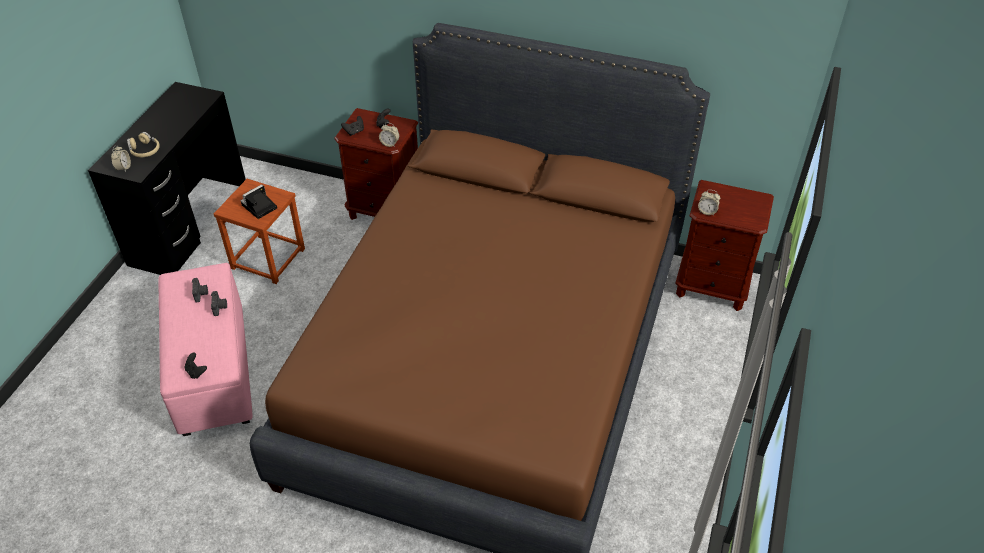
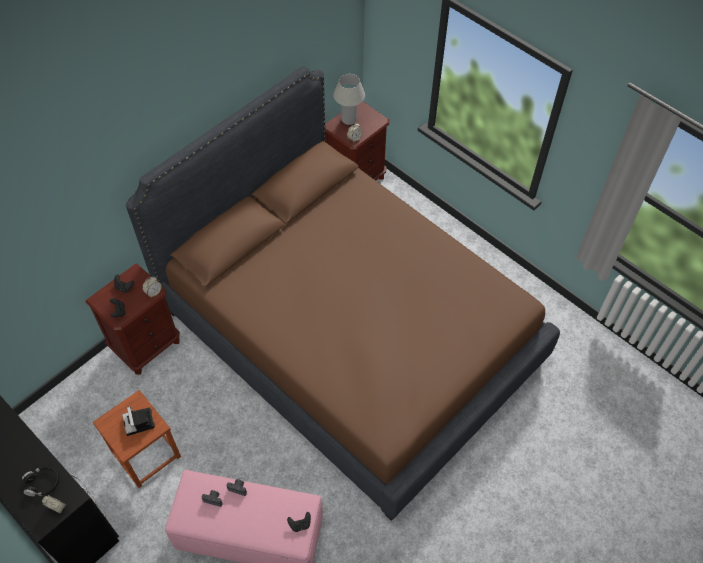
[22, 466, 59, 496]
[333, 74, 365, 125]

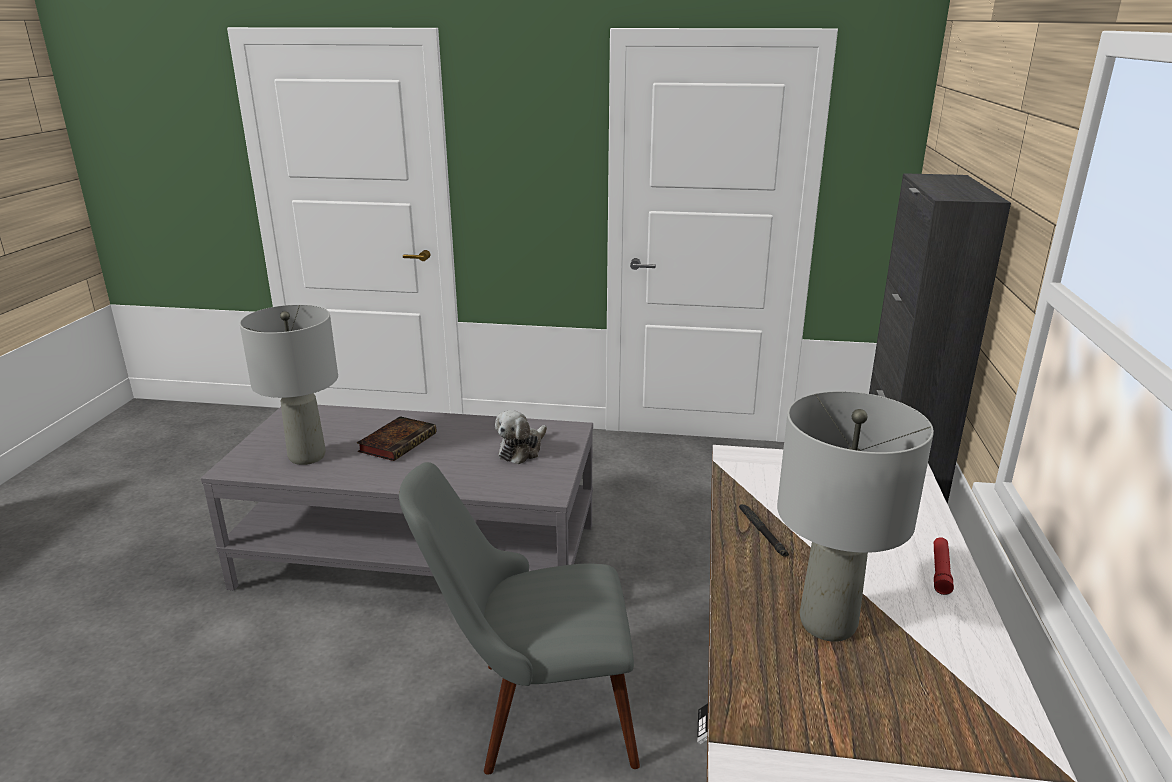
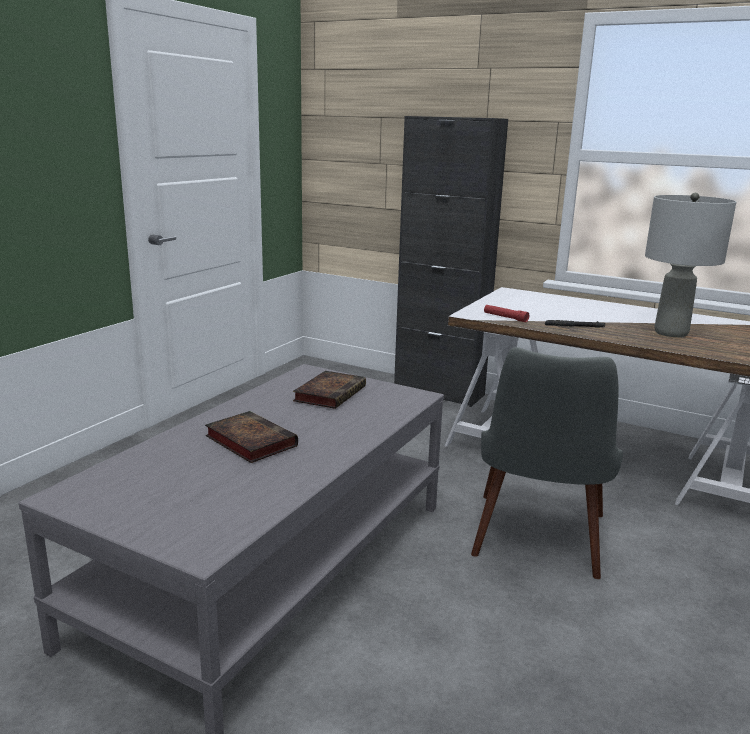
[293, 371, 366, 409]
[484, 305, 529, 322]
[240, 305, 338, 465] (first image)

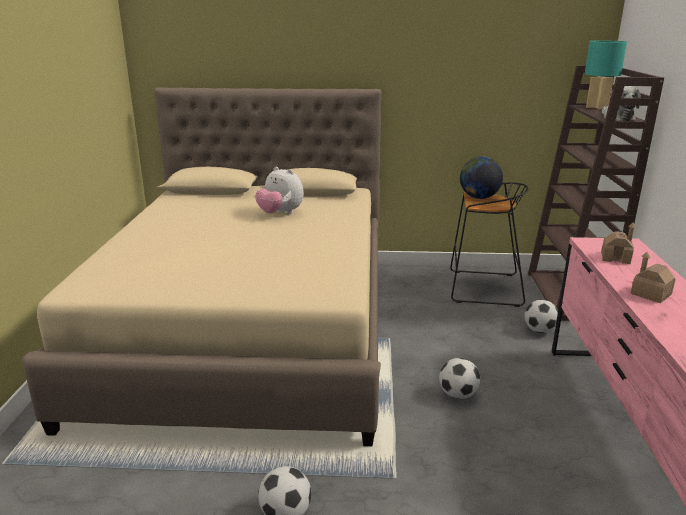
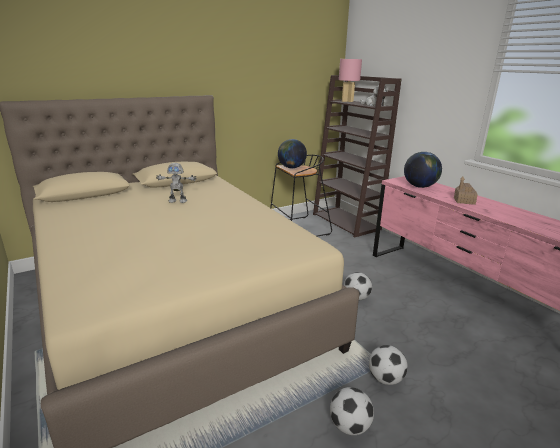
[156, 163, 197, 203]
[339, 59, 362, 102]
[369, 345, 408, 385]
[404, 152, 442, 188]

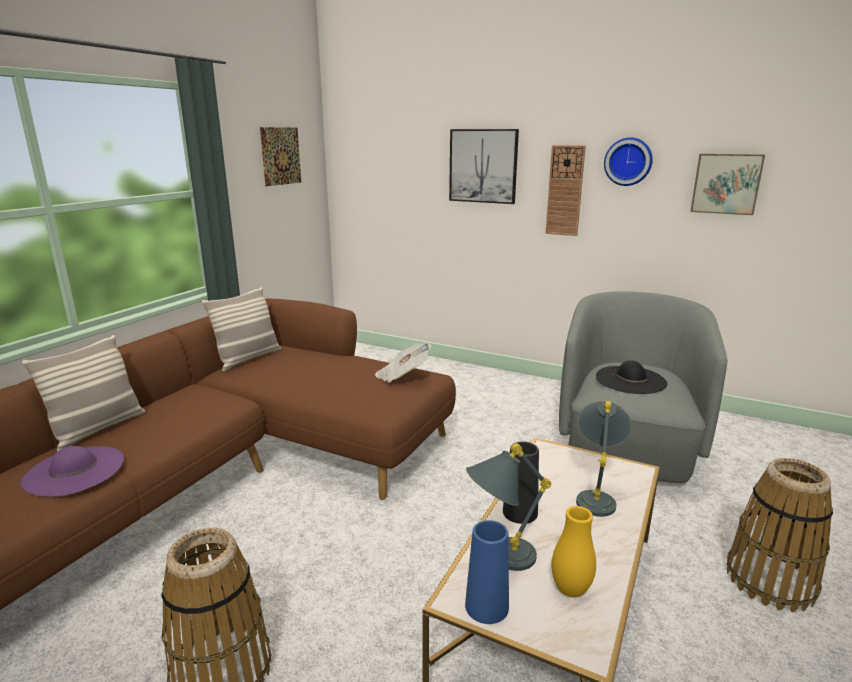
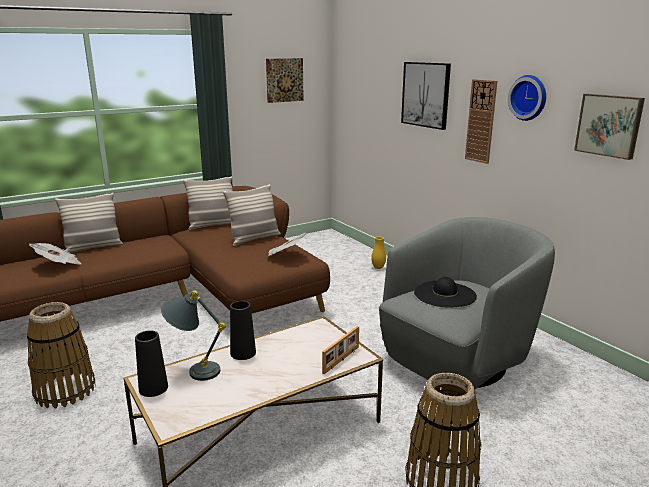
[29, 243, 81, 264]
[135, 330, 168, 397]
[223, 184, 281, 246]
[322, 326, 359, 374]
[371, 237, 386, 269]
[576, 401, 631, 517] (first image)

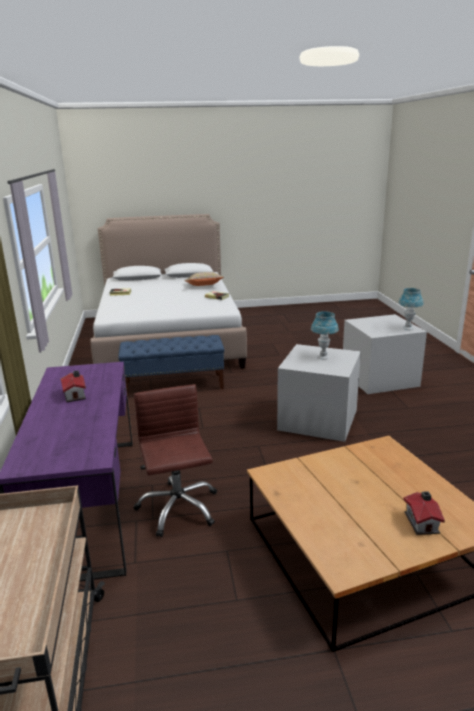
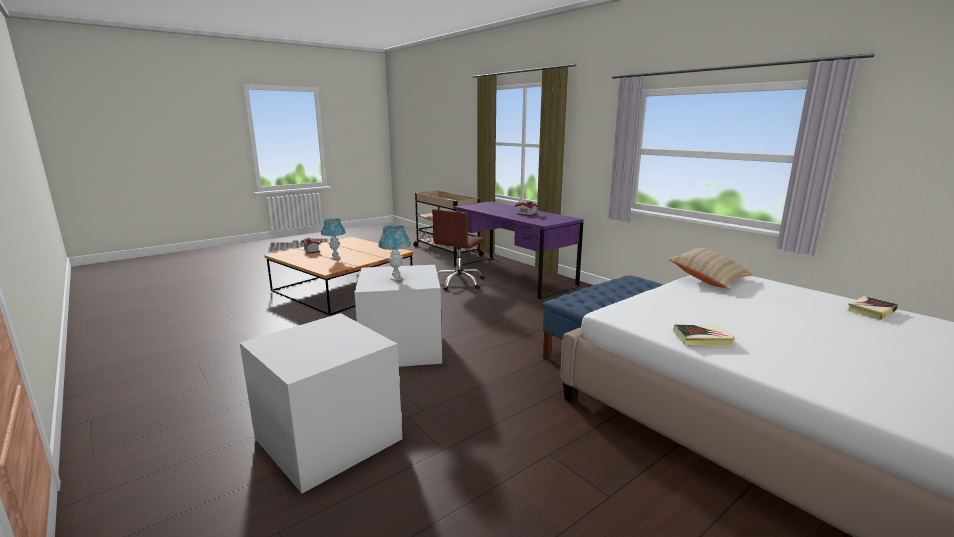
[321, 218, 346, 259]
[432, 209, 485, 291]
[668, 248, 752, 289]

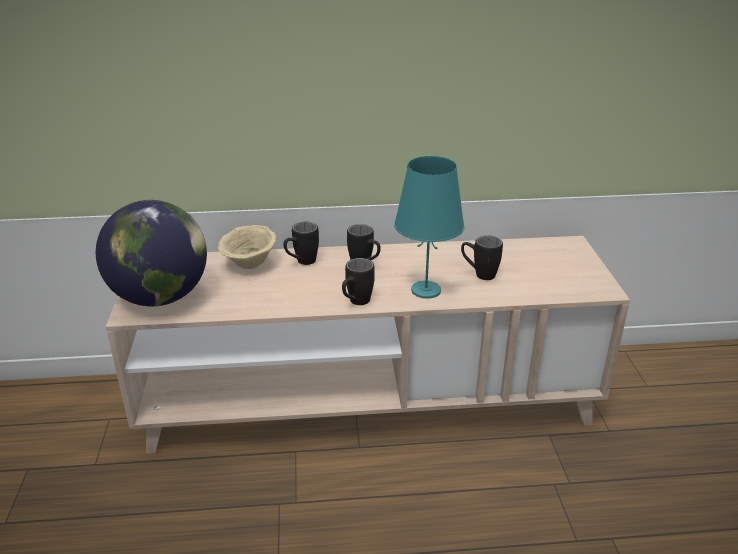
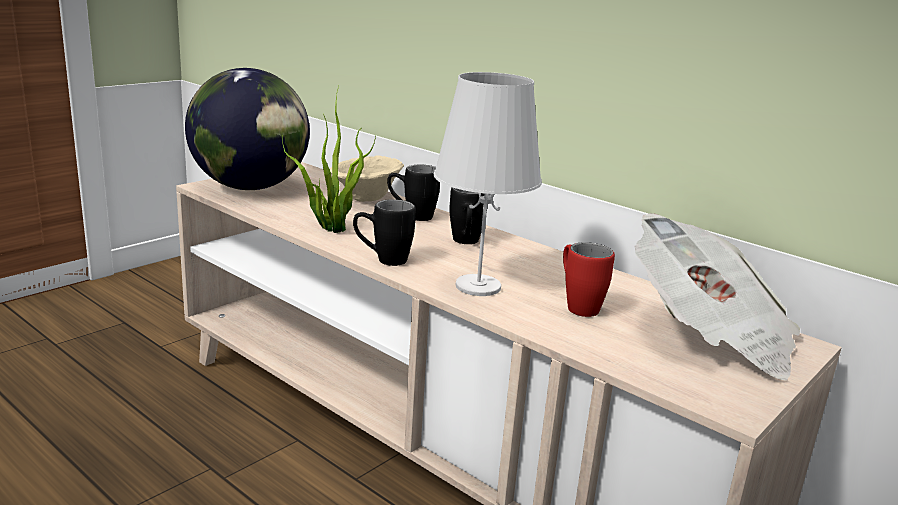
[282, 86, 376, 233]
[434, 72, 542, 296]
[563, 242, 615, 317]
[634, 213, 800, 381]

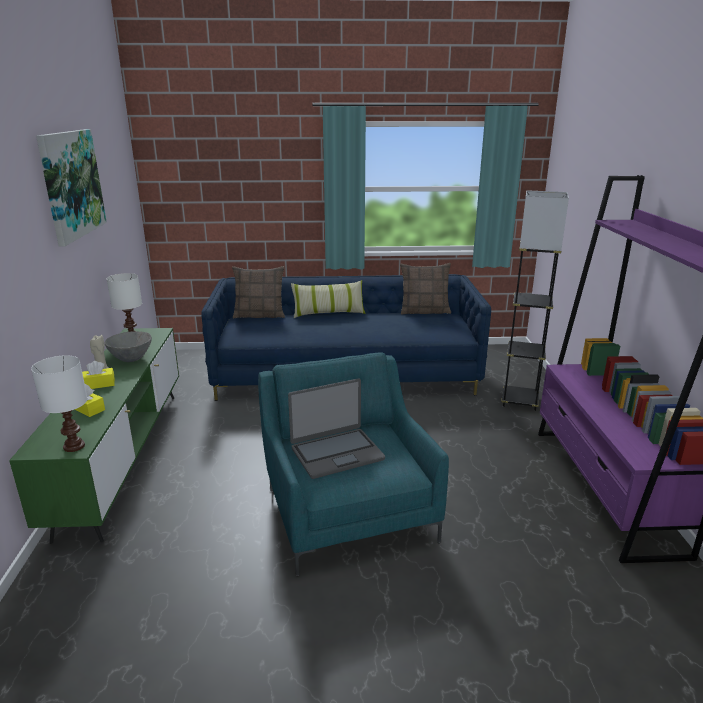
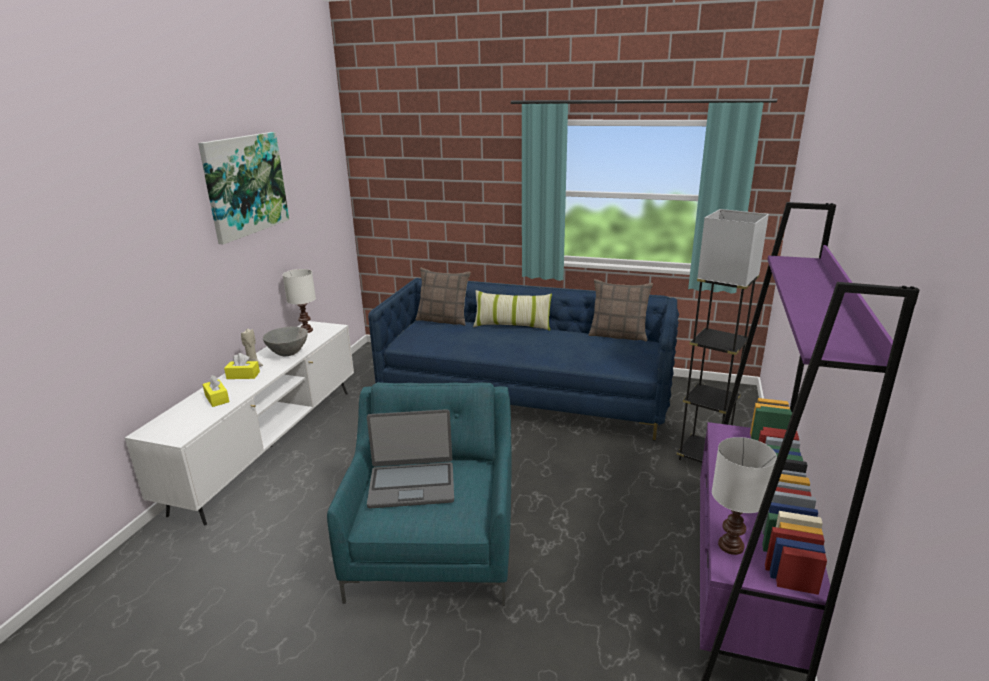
[125, 321, 354, 526]
[712, 437, 777, 555]

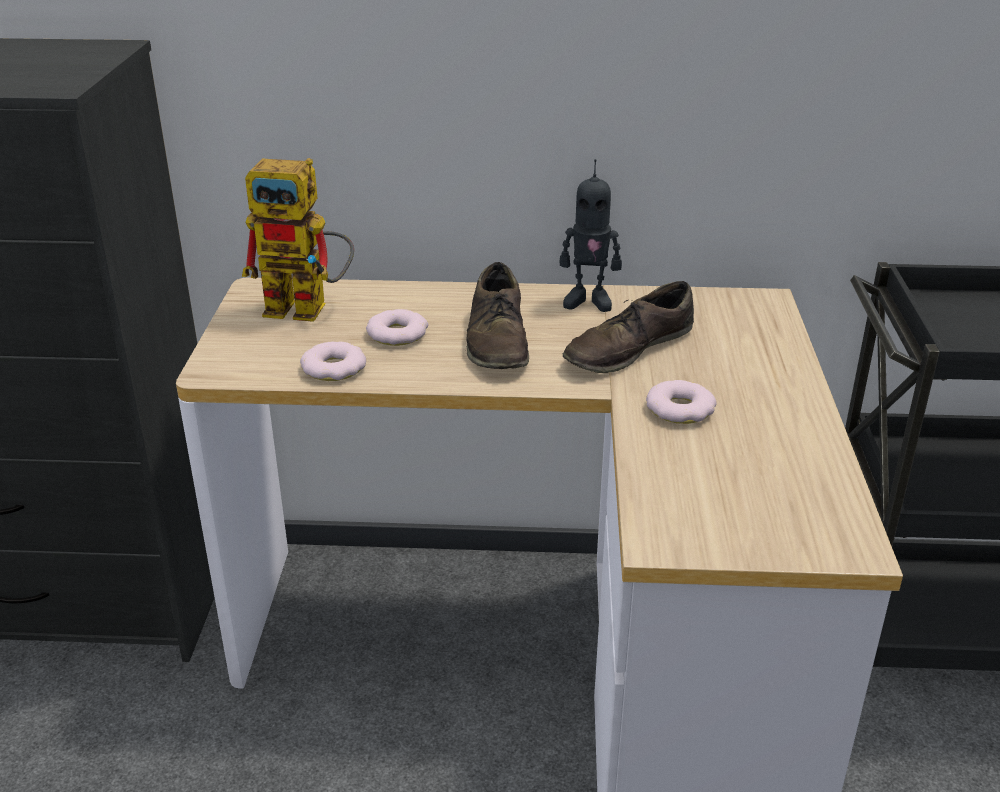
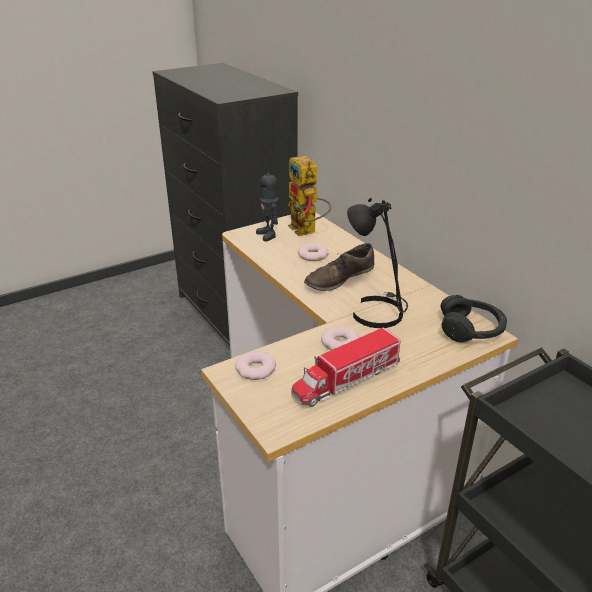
[235, 351, 276, 380]
[256, 165, 279, 242]
[291, 328, 400, 407]
[347, 198, 408, 328]
[441, 295, 507, 343]

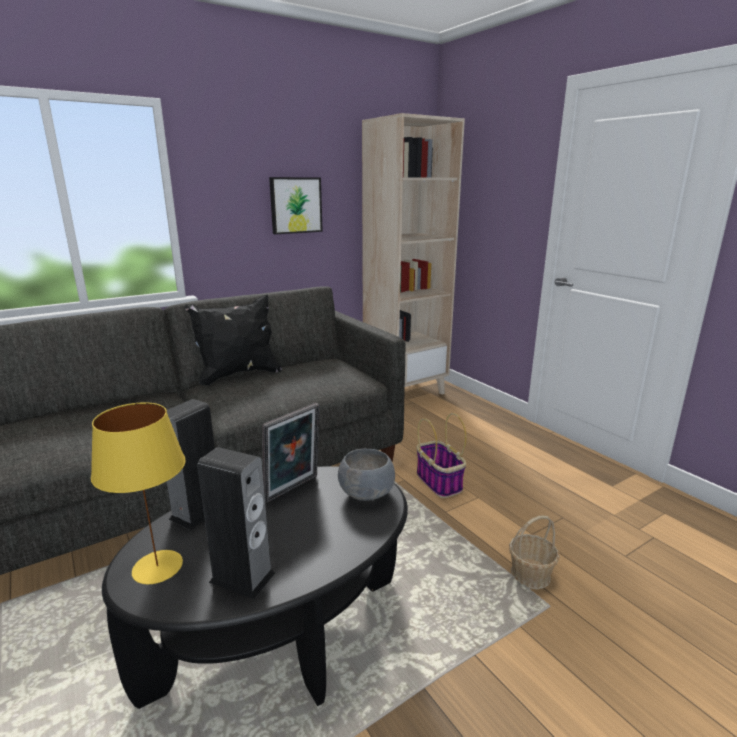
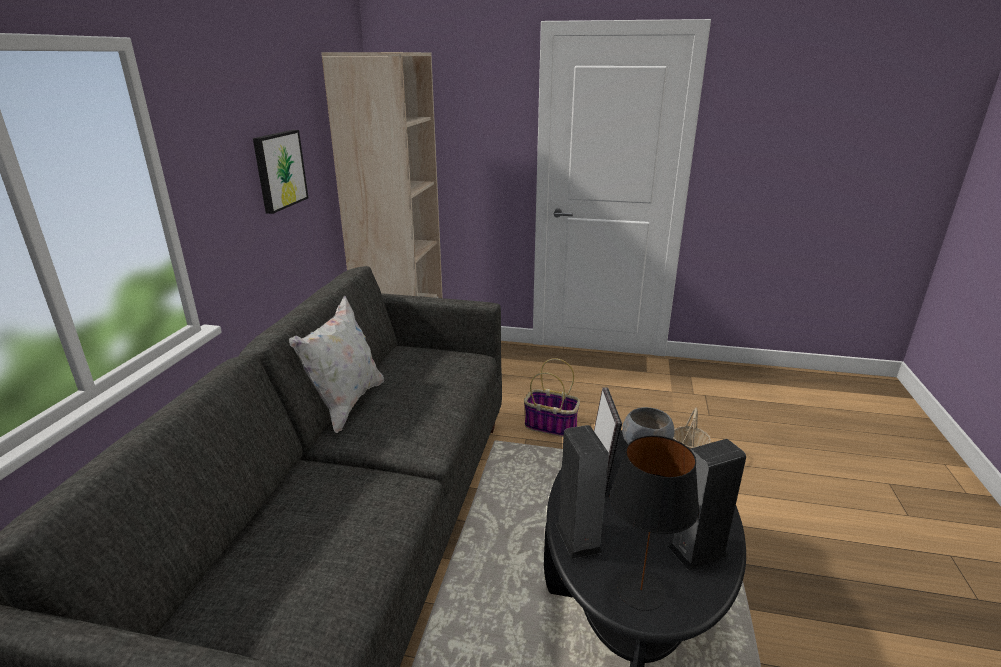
[289, 296, 384, 433]
[610, 435, 700, 611]

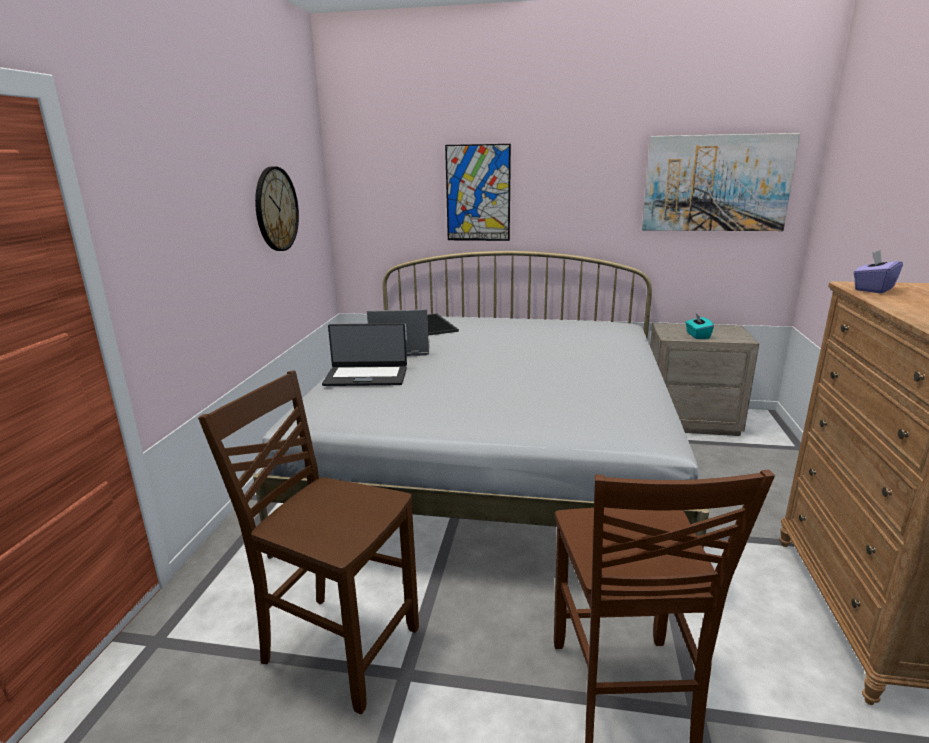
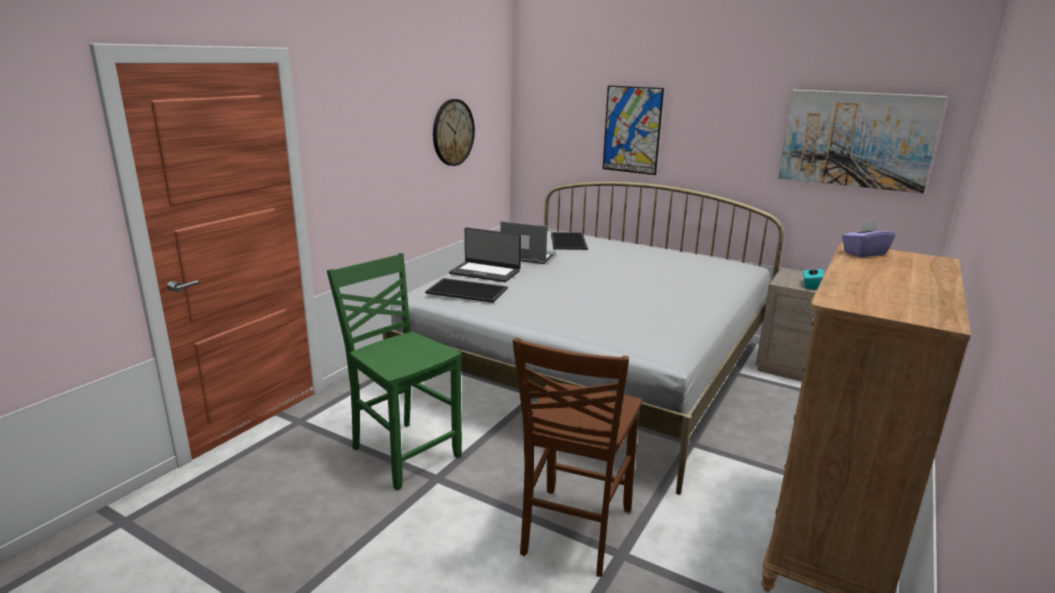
[327, 253, 462, 490]
[425, 278, 508, 303]

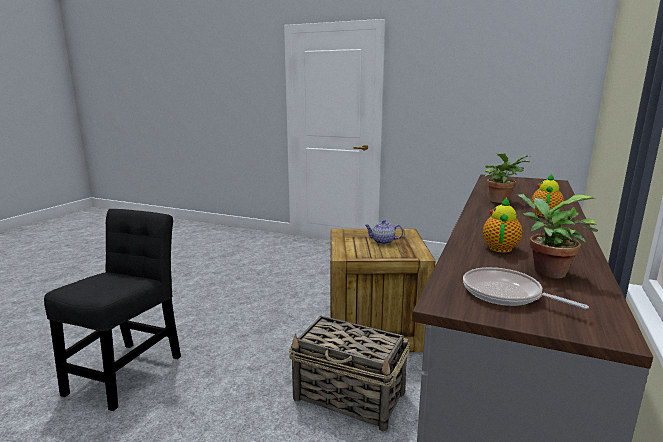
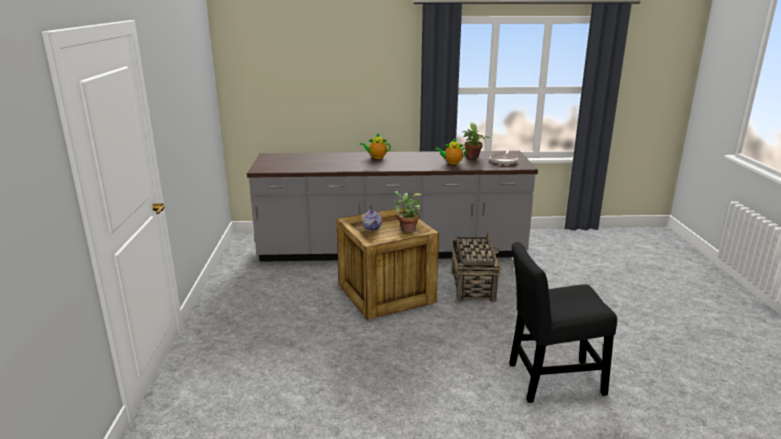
[392, 191, 423, 233]

